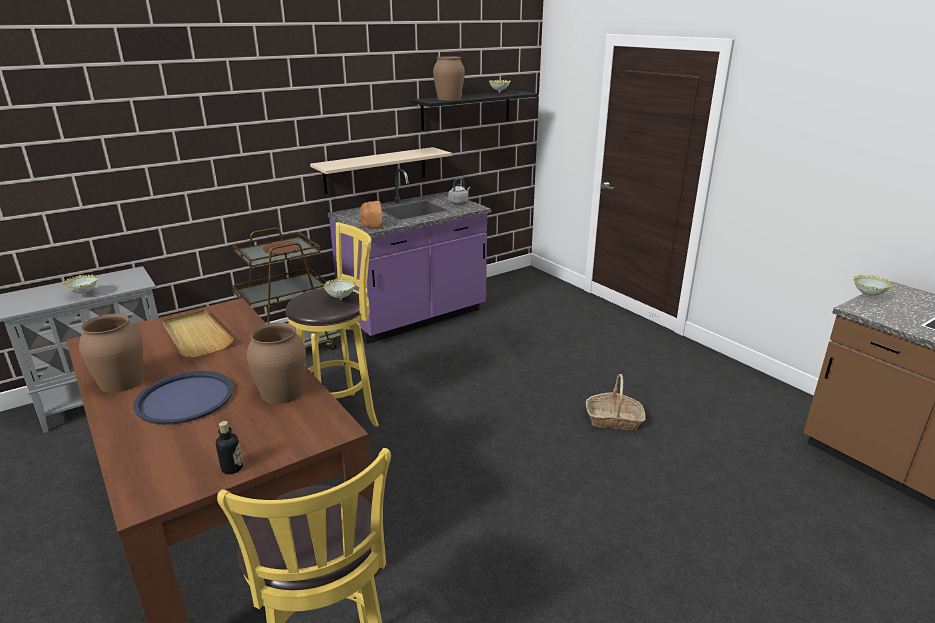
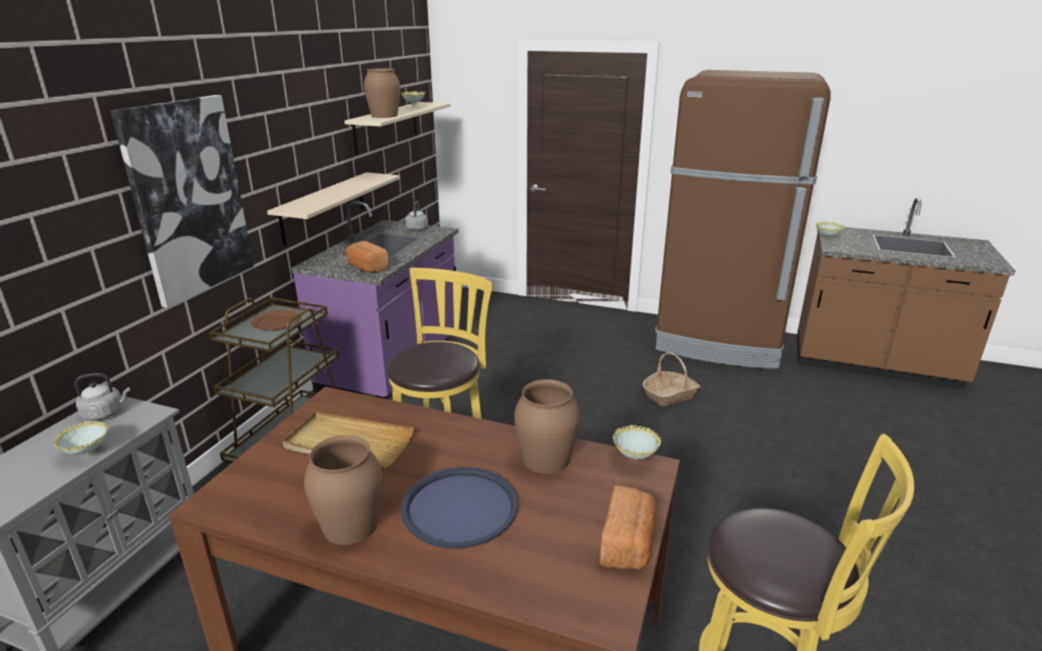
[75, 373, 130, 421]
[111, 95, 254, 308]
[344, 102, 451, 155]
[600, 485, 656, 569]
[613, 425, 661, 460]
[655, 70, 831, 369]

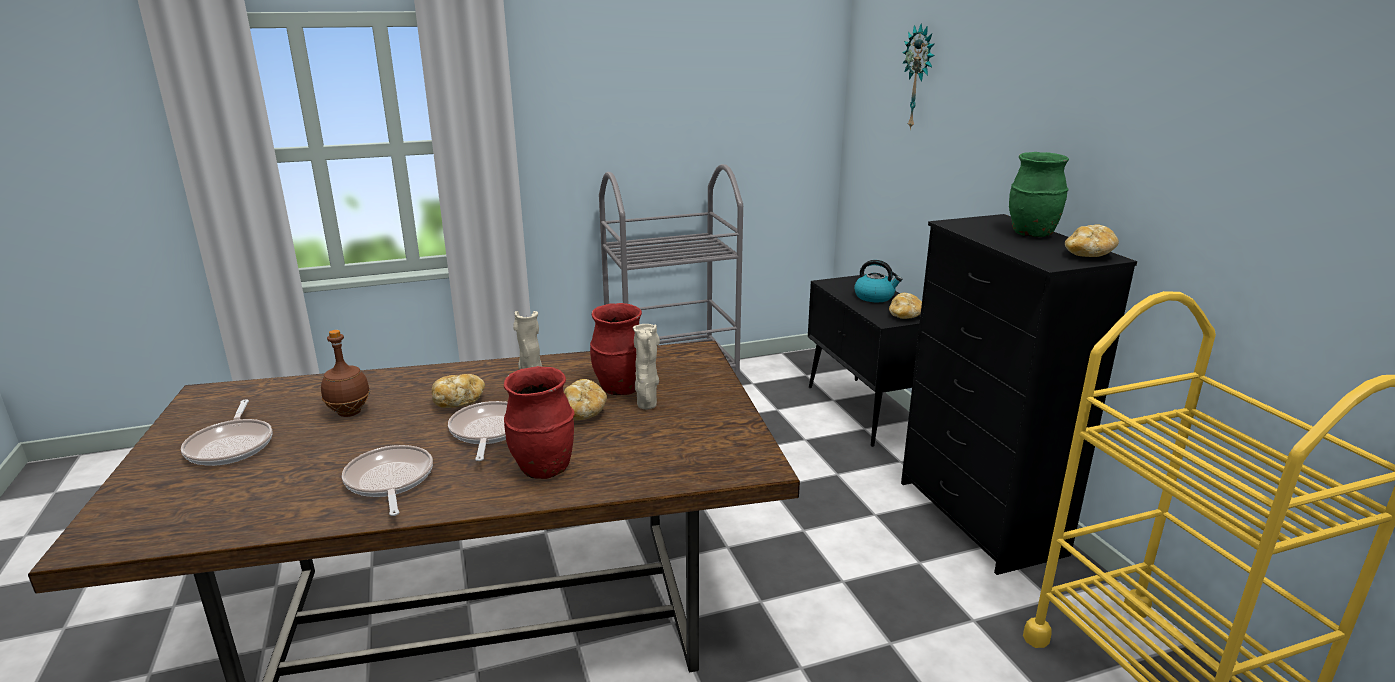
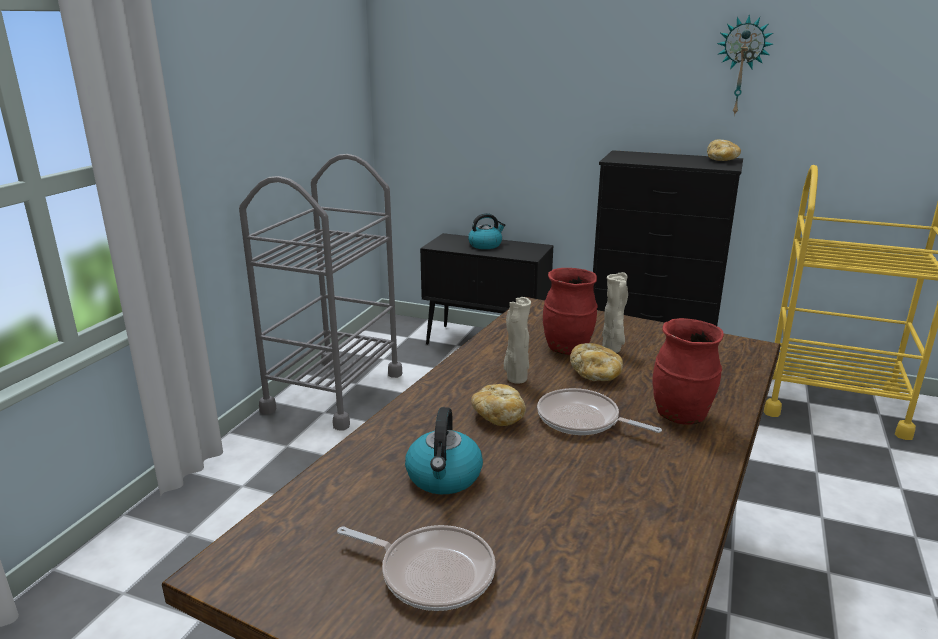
[405, 407, 483, 494]
[717, 14, 773, 116]
[342, 445, 433, 516] (first image)
[889, 293, 922, 319] (first image)
[1009, 152, 1069, 237] (first image)

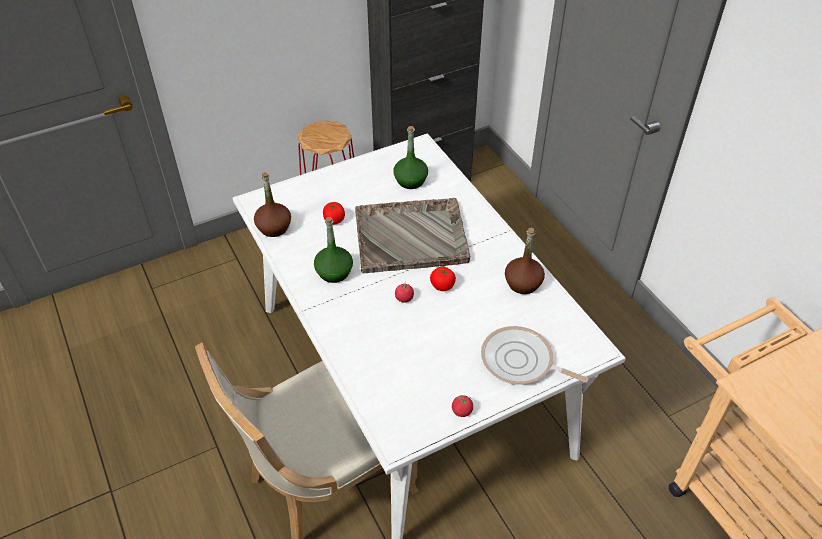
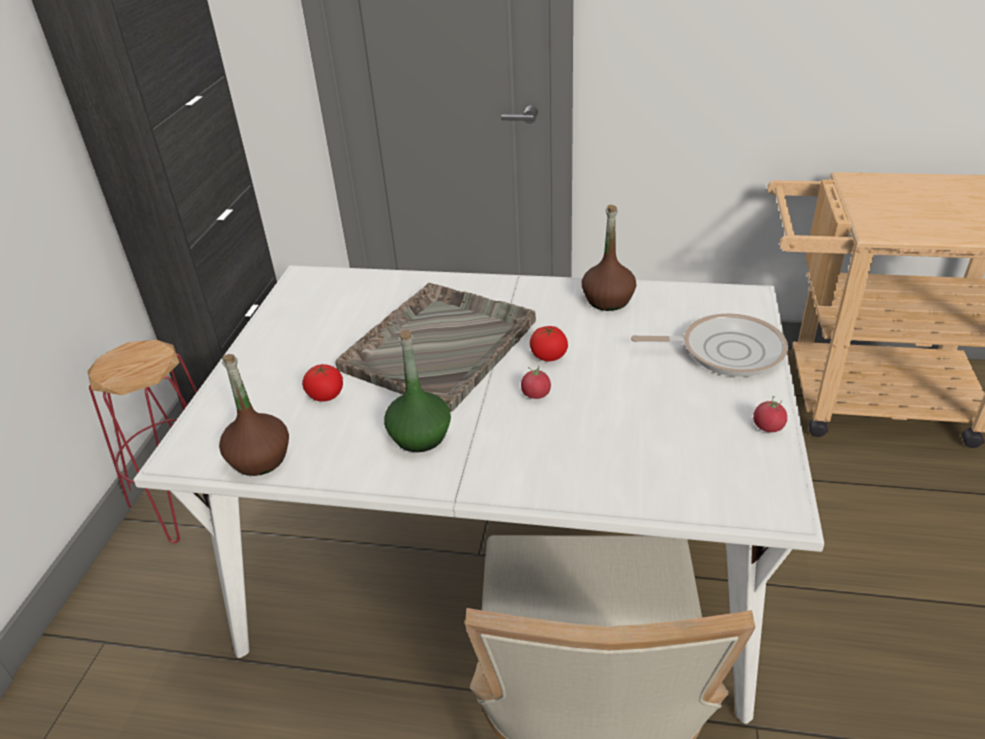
[631, 313, 788, 377]
[393, 126, 428, 189] (first image)

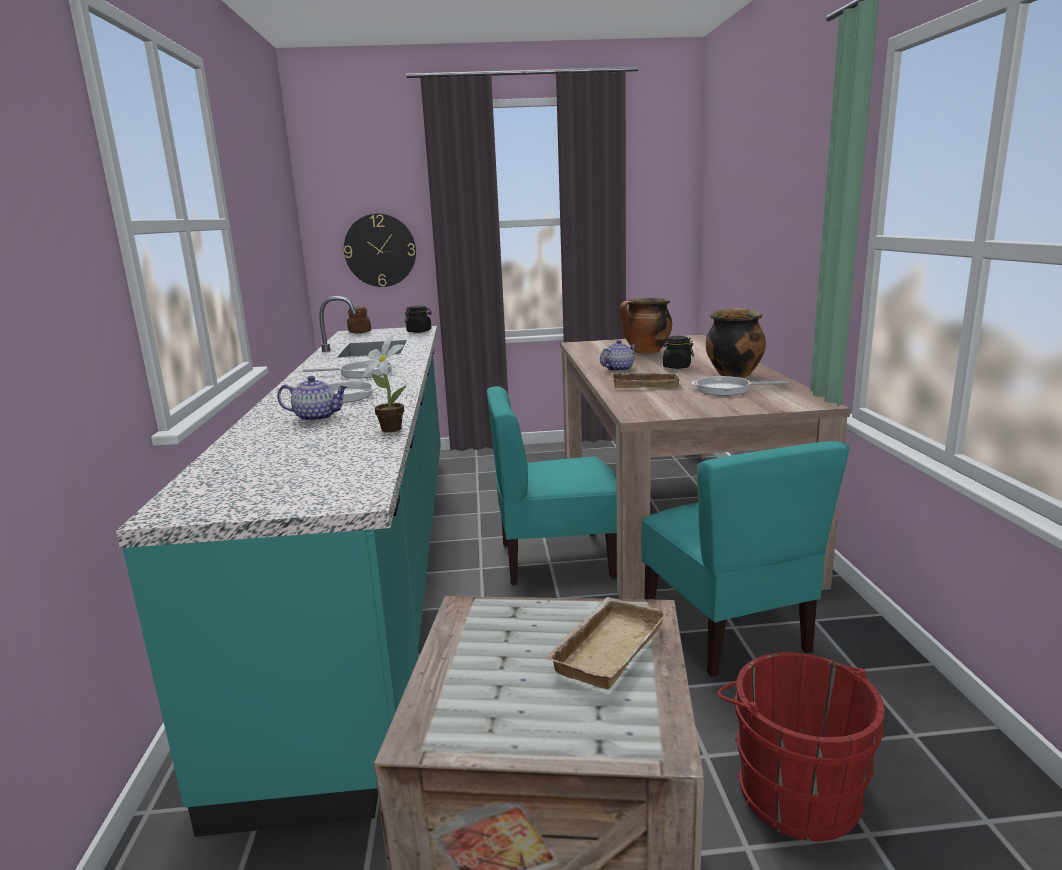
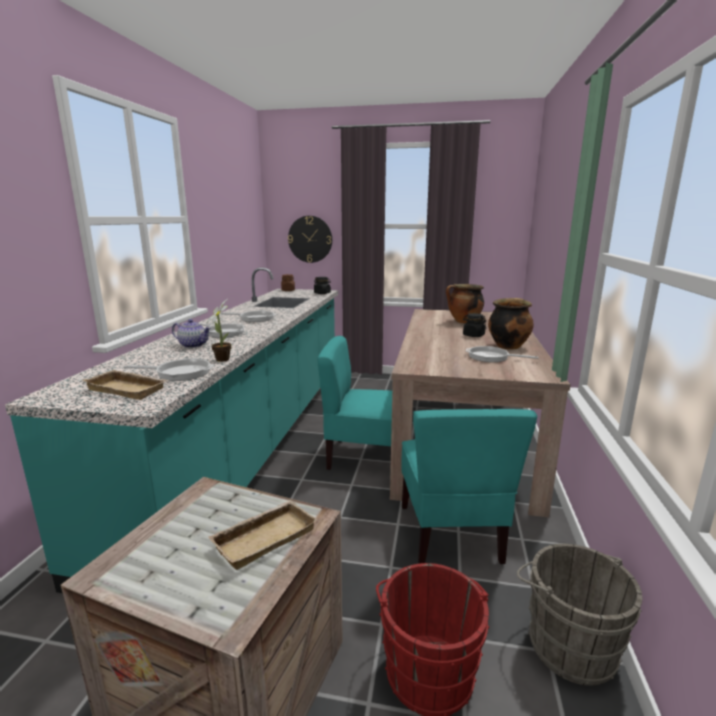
[82, 370, 169, 400]
[123, 358, 214, 381]
[517, 544, 642, 686]
[600, 340, 636, 372] (first image)

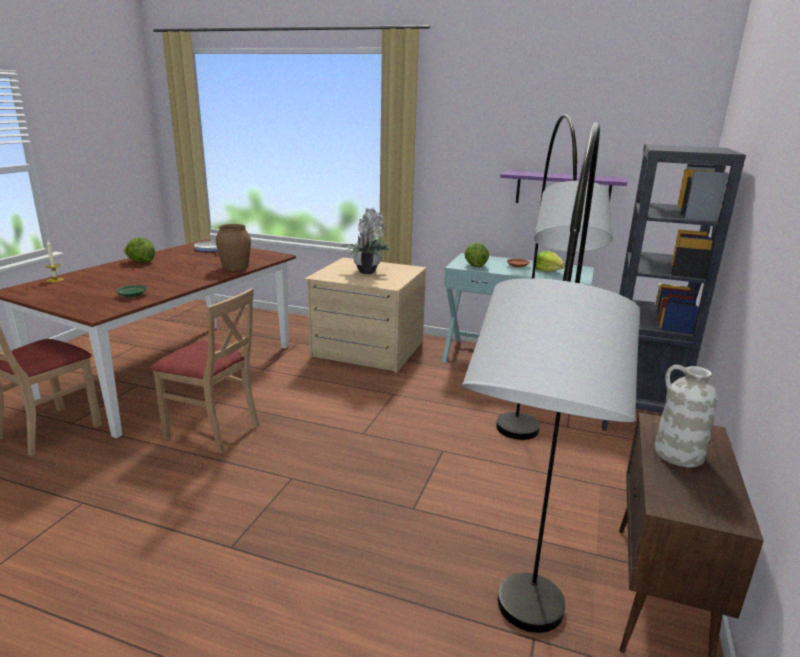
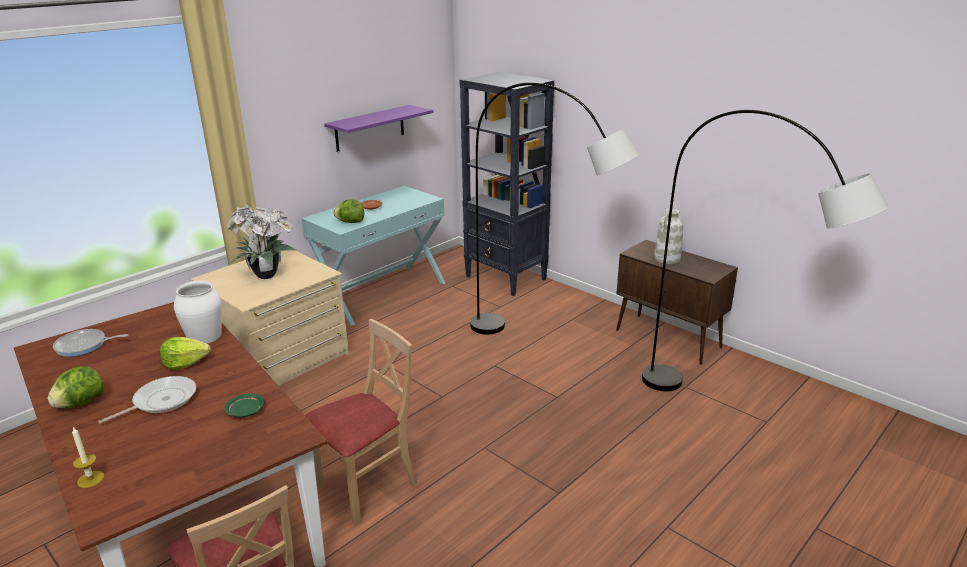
[98, 376, 196, 424]
[160, 337, 211, 370]
[174, 280, 222, 344]

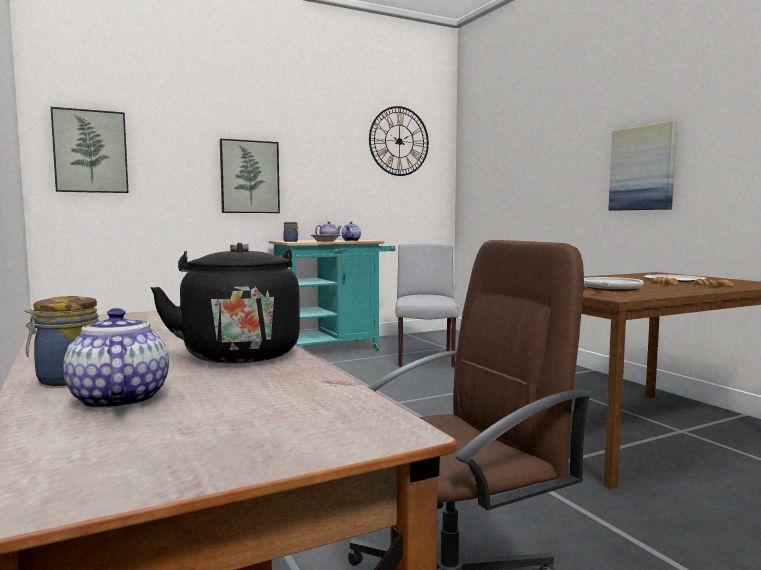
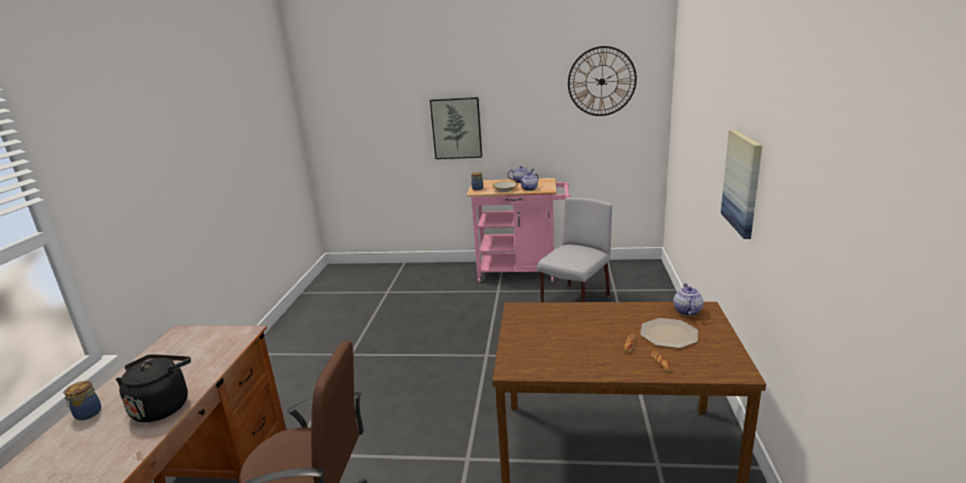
[467, 178, 571, 283]
[673, 284, 703, 316]
[51, 107, 129, 193] (first image)
[584, 277, 644, 291] (first image)

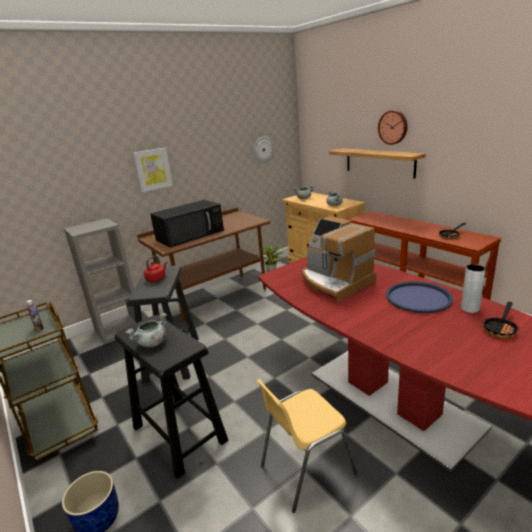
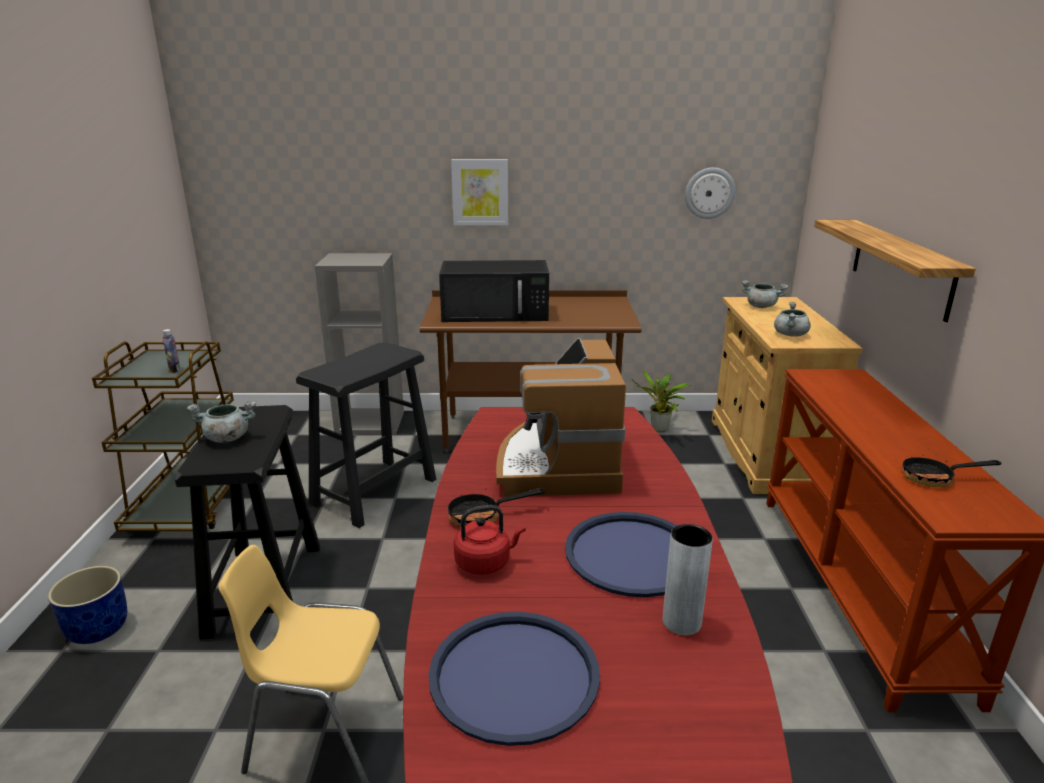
[428, 612, 600, 746]
[448, 488, 545, 526]
[454, 505, 526, 575]
[378, 110, 408, 145] (first image)

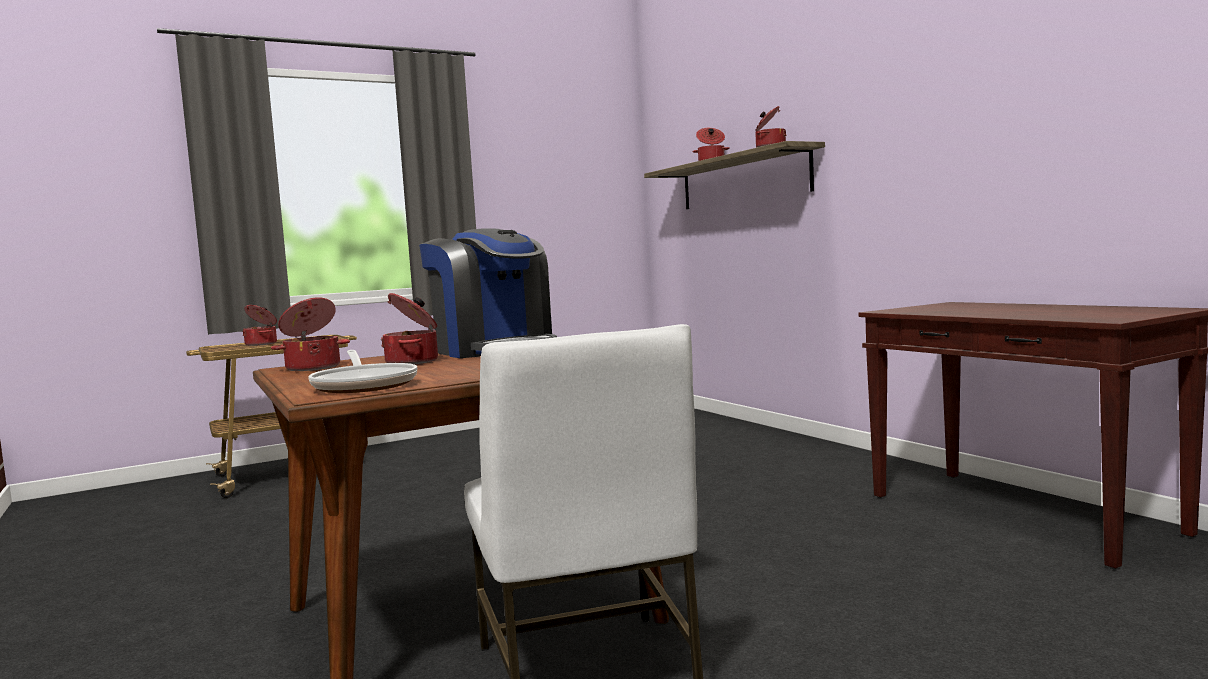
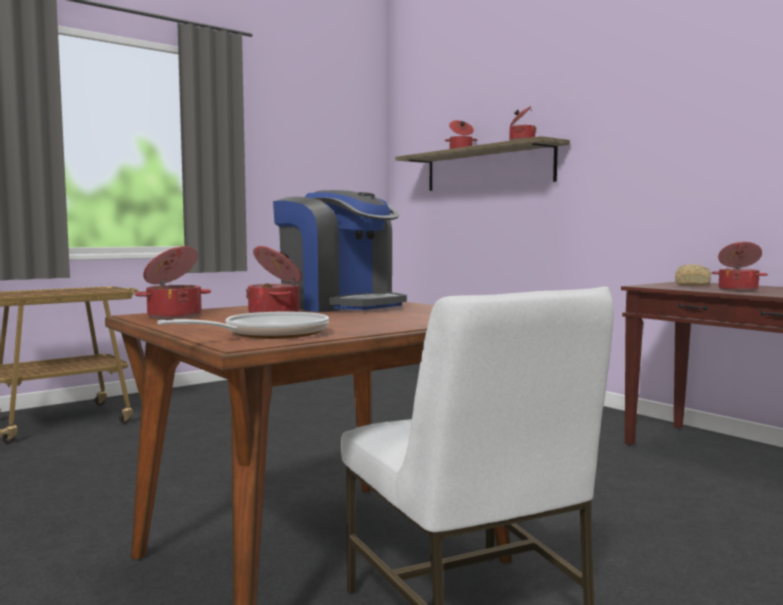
[157, 312, 329, 339]
[675, 264, 711, 286]
[712, 242, 768, 291]

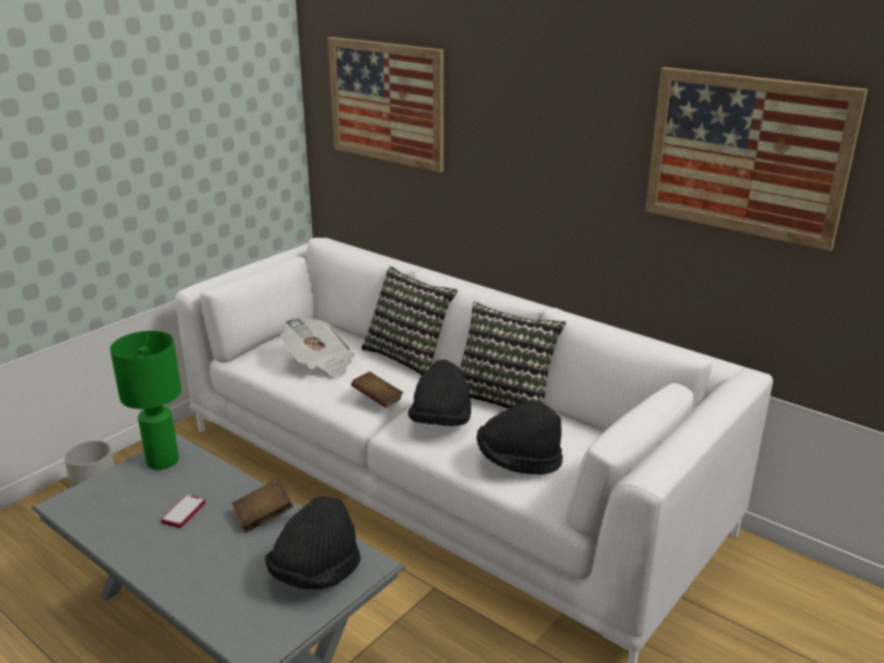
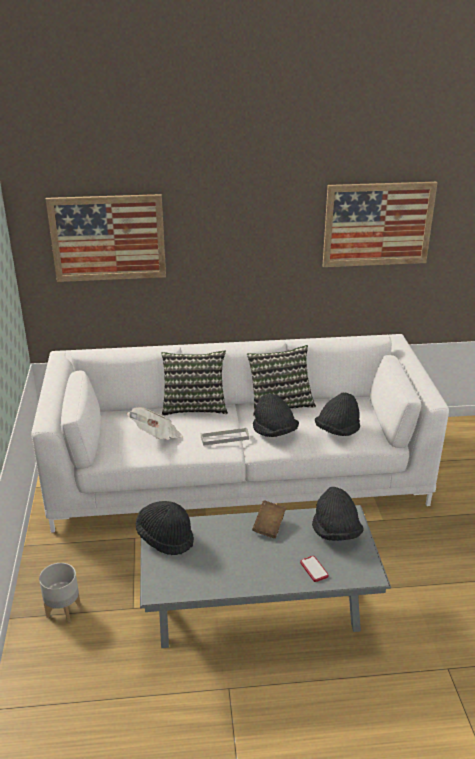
[136, 501, 194, 555]
[201, 427, 249, 446]
[300, 556, 328, 582]

